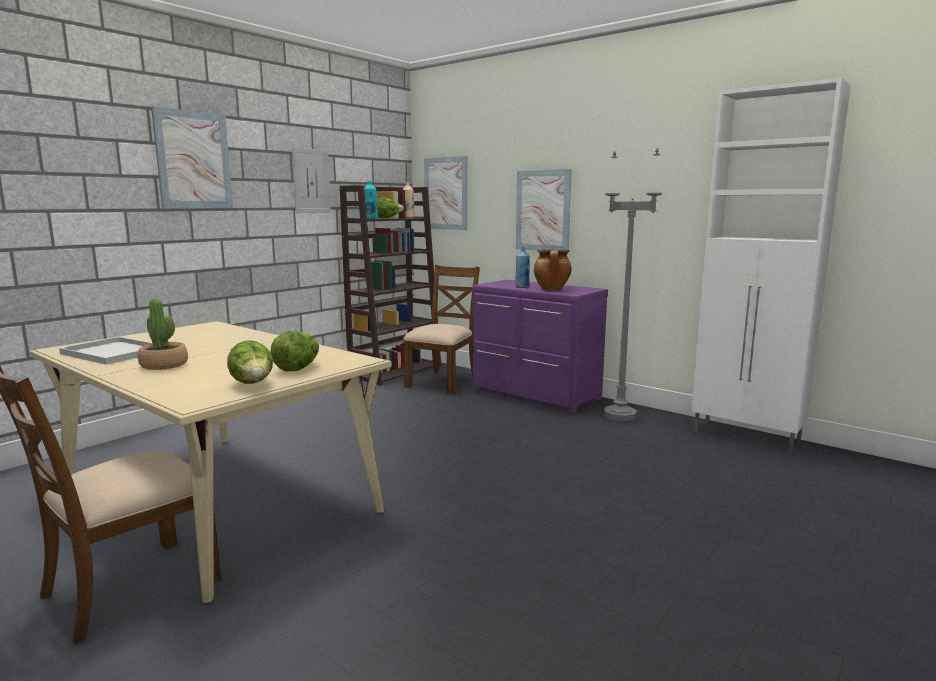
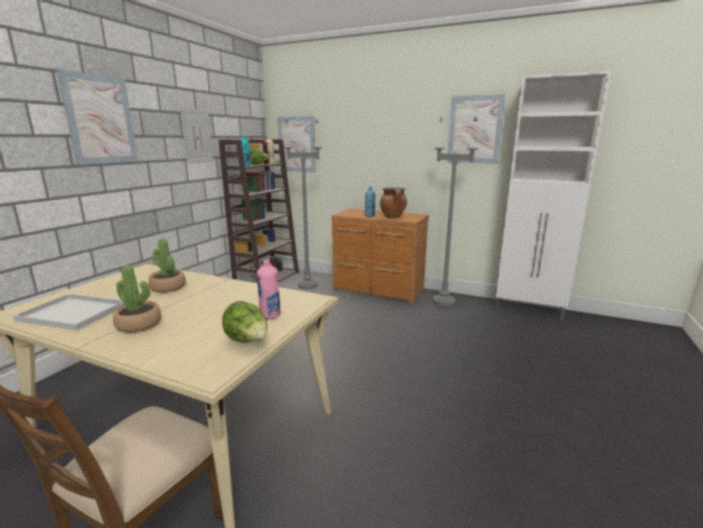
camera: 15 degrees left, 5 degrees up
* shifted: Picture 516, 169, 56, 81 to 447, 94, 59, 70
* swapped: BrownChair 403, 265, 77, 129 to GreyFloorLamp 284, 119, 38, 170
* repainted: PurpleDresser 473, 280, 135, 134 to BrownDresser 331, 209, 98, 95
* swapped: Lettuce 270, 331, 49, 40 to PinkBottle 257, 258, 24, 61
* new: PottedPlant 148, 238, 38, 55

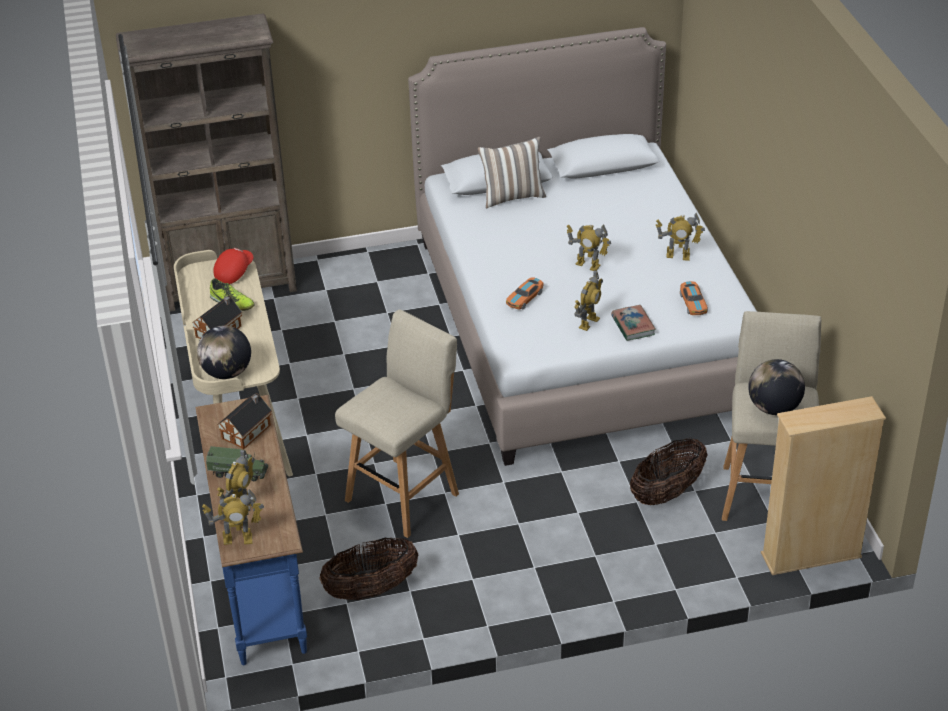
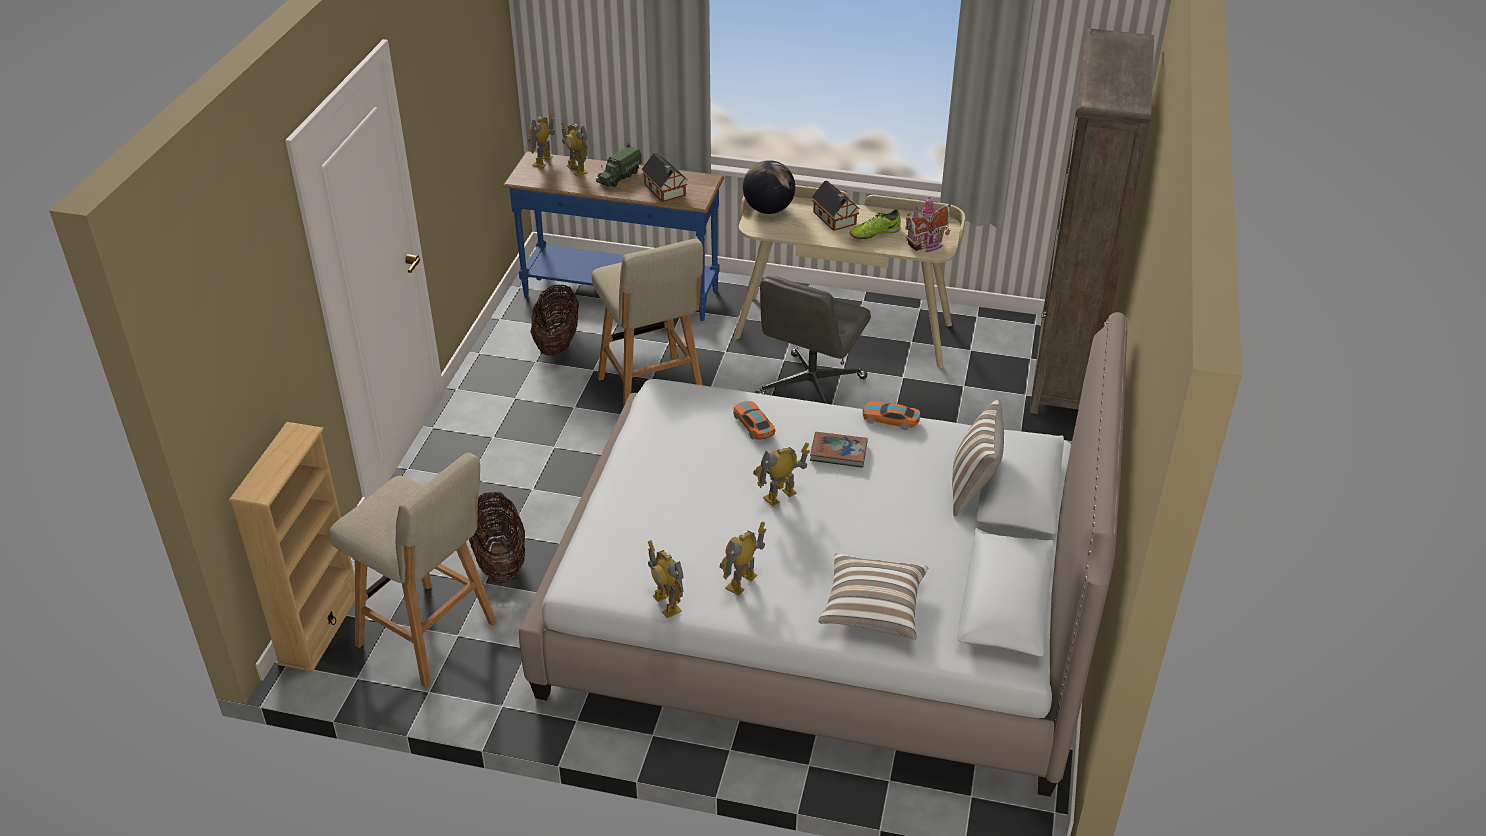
camera: 115 degrees right, 0 degrees up
* swapped: RedCap 213, 248, 40, 36 to ToyHouse 906, 197, 45, 55
* shifted: ToyRobot 574, 270, 29, 61 to 648, 540, 36, 78
* shifted: ToyCar 680, 281, 28, 34 to 863, 401, 57, 29
* shifted: Book 611, 305, 45, 36 to 810, 432, 58, 36
* gone: Globe 748, 359, 57, 56
* new: GreyOfficeChair 755, 275, 116, 129
* new: Pillow 818, 554, 110, 86

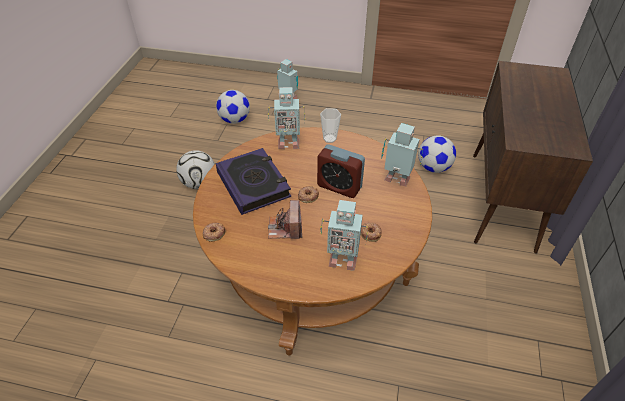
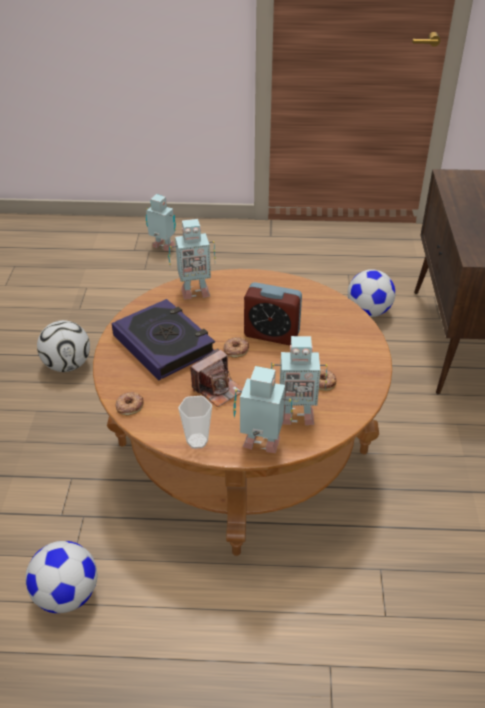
camera: 10 degrees left, 5 degrees down
* shifted: Football 216, 90, 34, 34 to 25, 541, 72, 72
* shifted: Cup 320, 108, 21, 35 to 178, 396, 34, 53
* shifted: ToyRobot 382, 123, 41, 64 to 233, 366, 60, 87
* rotated: PhotoCamera 268, 200, 34, 39 = 190, 348, 53, 59 120 degrees counterclockwise

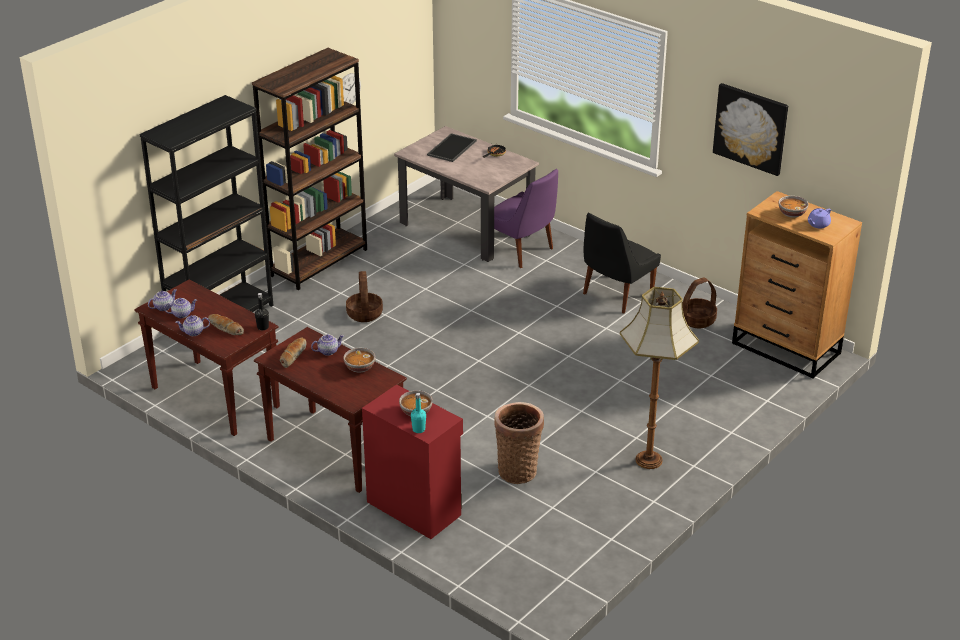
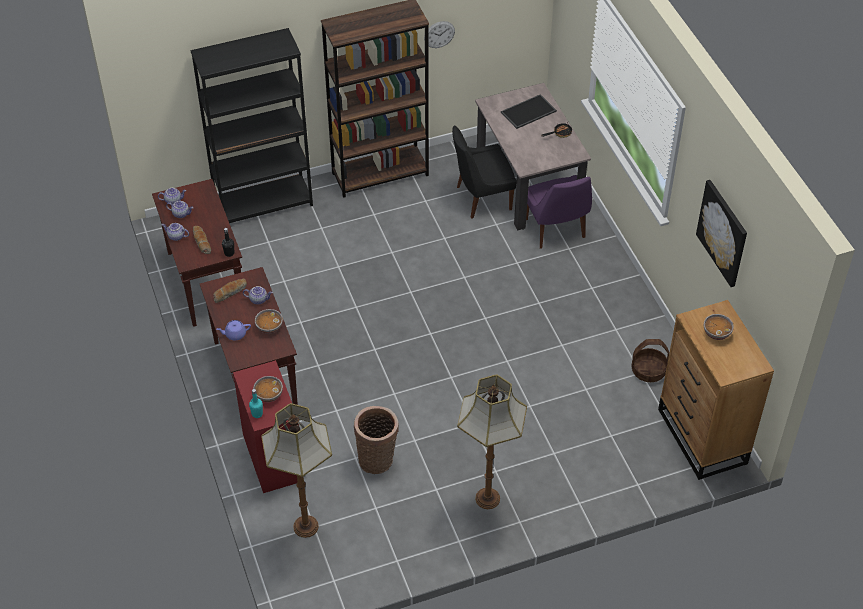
camera: 30 degrees right, 15 degrees up
* shifted: PurpleTeapot 808, 208, 23, 21 to 217, 320, 34, 20
* shifted: BlackChair 583, 213, 78, 101 to 452, 125, 65, 94
* gone: Basket 346, 271, 37, 51
* new: FloorLamp 261, 403, 71, 135

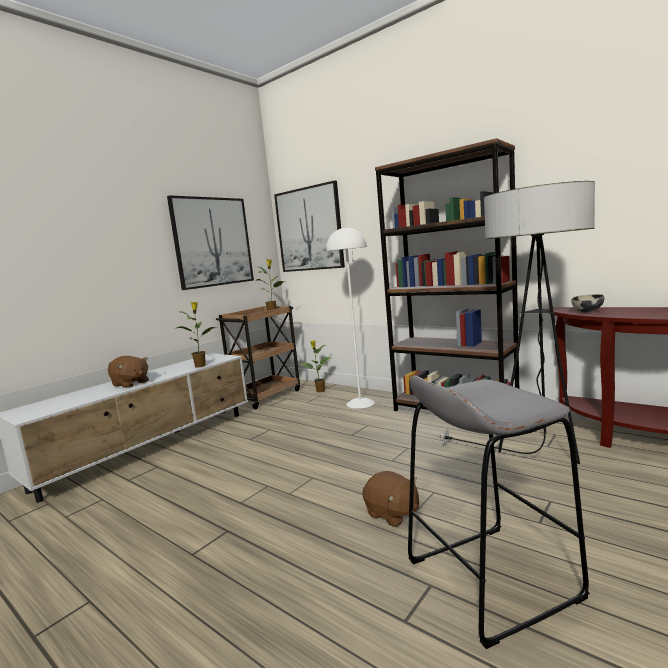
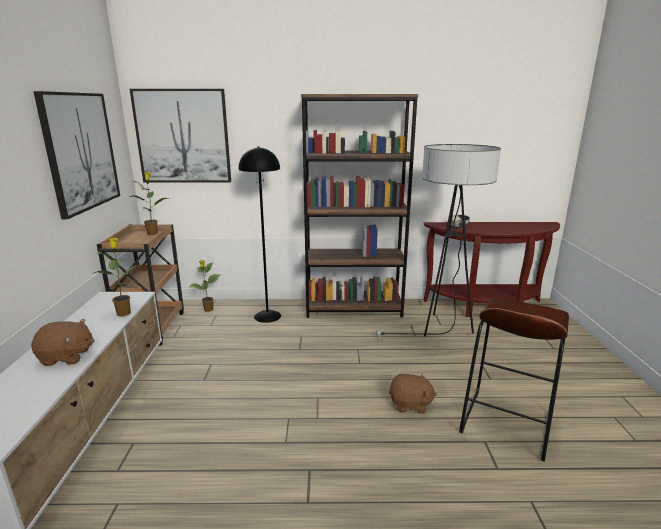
camera: 40 degrees left, 10 degrees up
* repainted: WhiteFloorLamp 326, 227, 49, 182 to BlackFloorLamp 238, 146, 43, 177
* repainted: GreyStool 408, 376, 182, 273 to BrownStool 459, 297, 110, 165

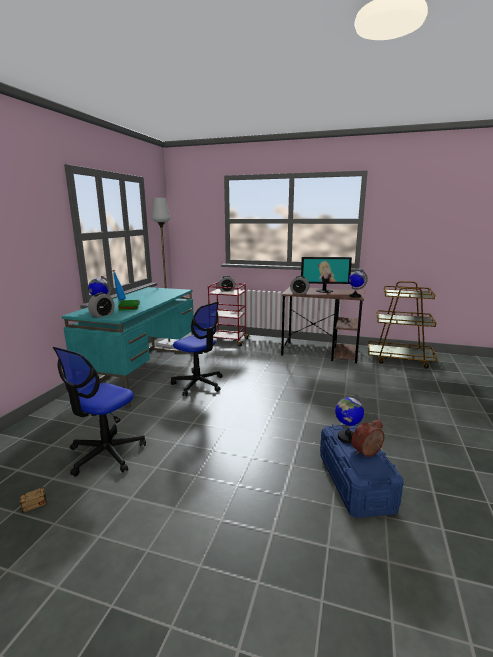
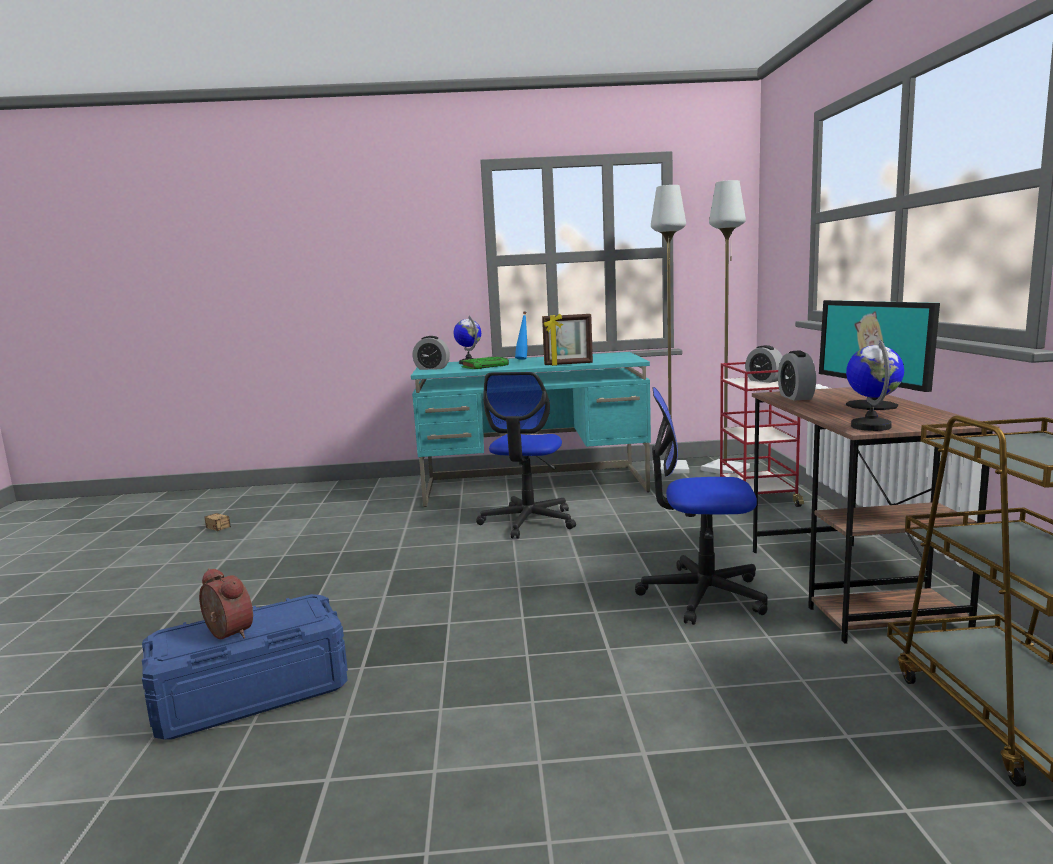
camera: 70 degrees right, 5 degrees down
* shifted: OfficeChair 53, 347, 93, 129 to 635, 387, 133, 238
* gone: Globe 335, 394, 29, 50
* new: GreyFloorLamp 701, 180, 49, 294
* new: PictureFrame 542, 314, 51, 52

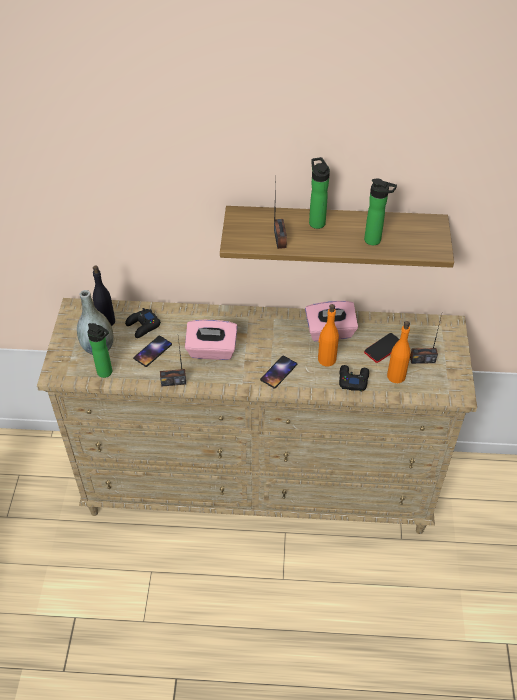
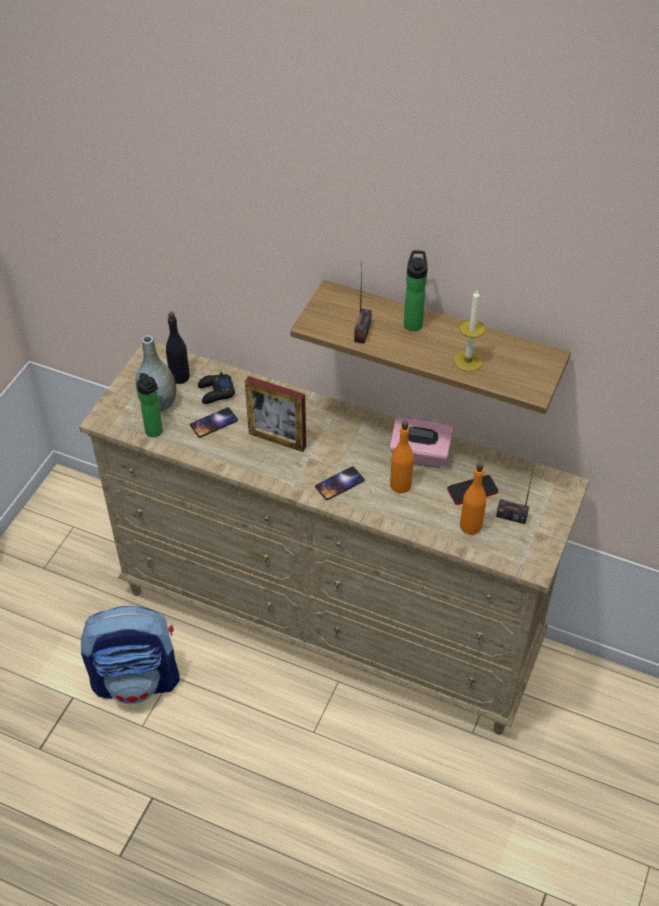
camera: 20 degrees right, 0 degrees up
* swapped: Bottle 364, 178, 33, 67 to Candle 453, 290, 32, 82
* swapped: PinkTissueBox 185, 320, 52, 40 to PictureFrame 245, 376, 61, 76
* gone: Radio 160, 338, 26, 49
* gone: BlackGameController 339, 365, 30, 26
* new: Backpack 80, 606, 99, 98

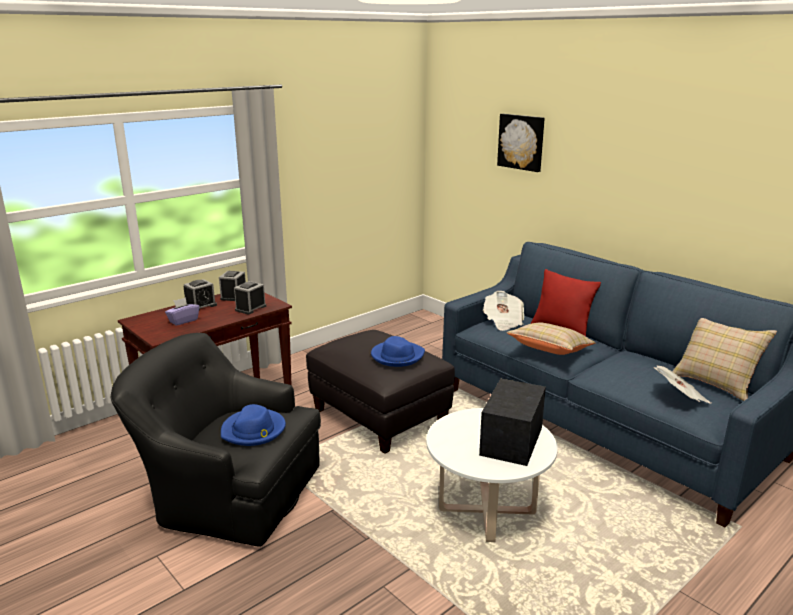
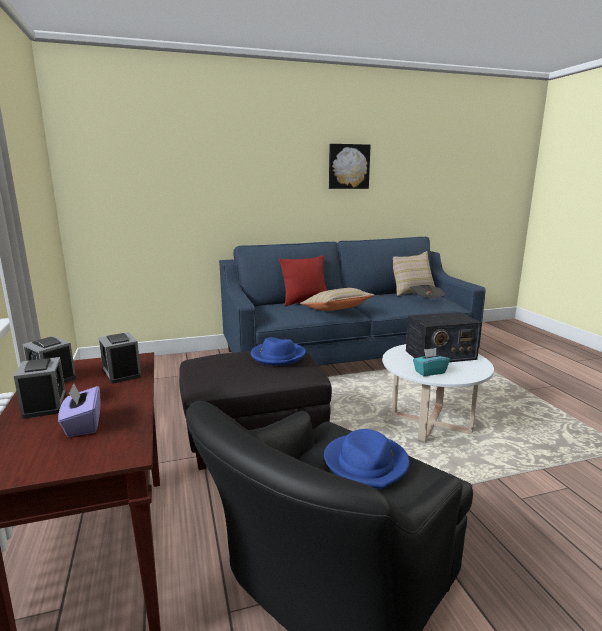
camera: 65 degrees left, 5 degrees down
* shifted: Picture 497, 114, 48, 58 to 329, 144, 42, 45
* gone: Newspaper 483, 291, 41, 40
* rotated: Radio 479, 379, 67, 87 = 406, 312, 76, 50 60 degrees counterclockwise
* new: TurquoiseTissueBox 413, 348, 37, 28

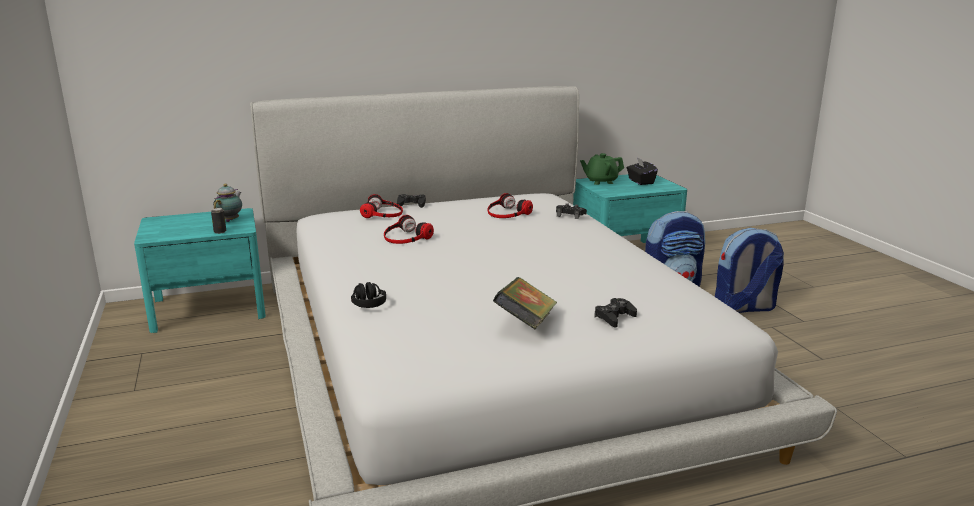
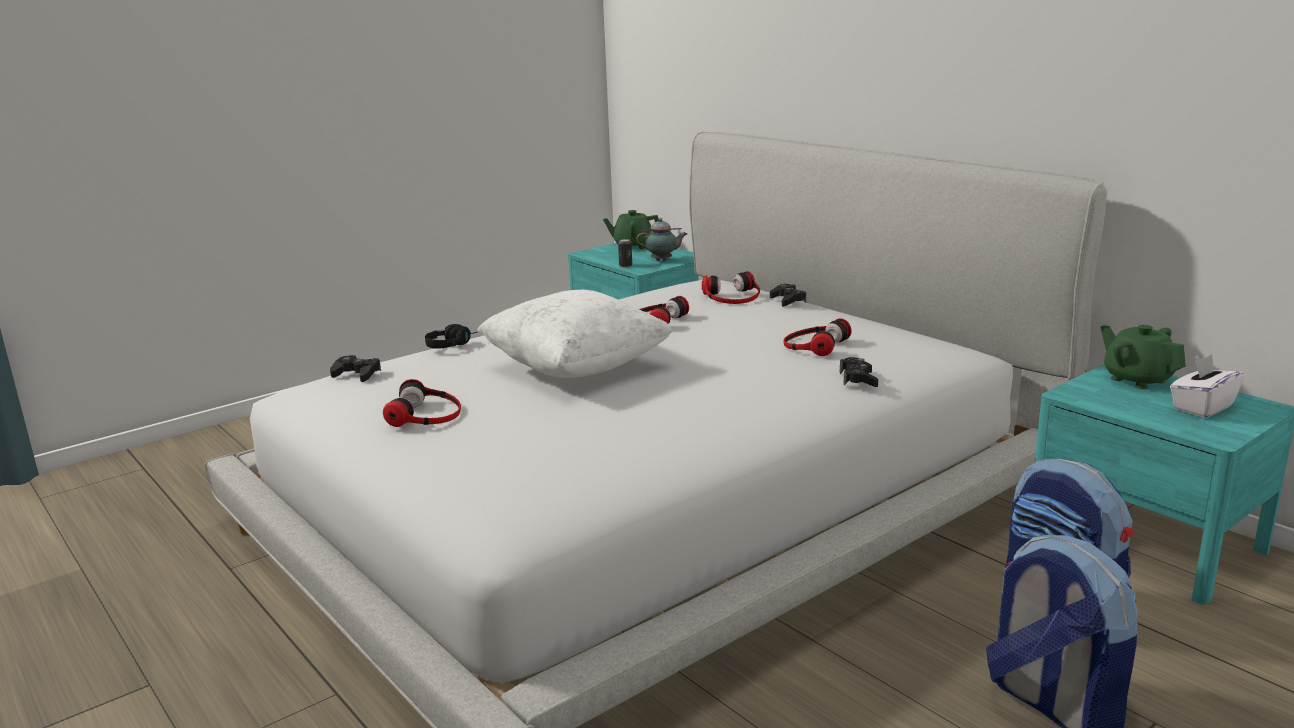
camera: 70 degrees right, 0 degrees up
* repainted: BlackTissueBox 627, 157, 31, 28 to WhiteTissueBox 1170, 354, 74, 64
* swapped: Book 493, 277, 64, 52 to Headphones 383, 379, 78, 48
* shifted: BlackGameController 594, 298, 43, 30 to 330, 355, 51, 27
* new: GreenTeapot 603, 210, 56, 39
* new: WhitePillow 477, 290, 196, 88

